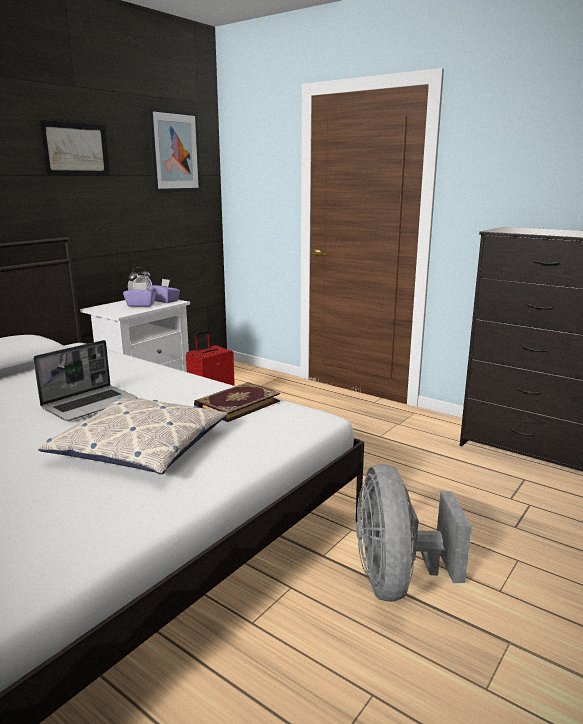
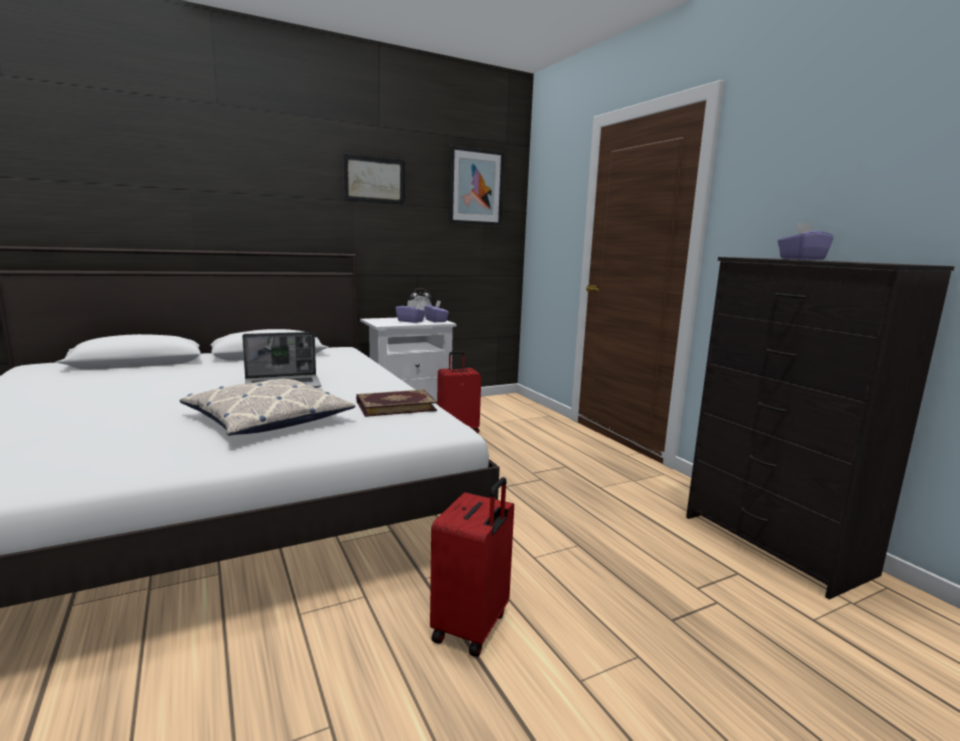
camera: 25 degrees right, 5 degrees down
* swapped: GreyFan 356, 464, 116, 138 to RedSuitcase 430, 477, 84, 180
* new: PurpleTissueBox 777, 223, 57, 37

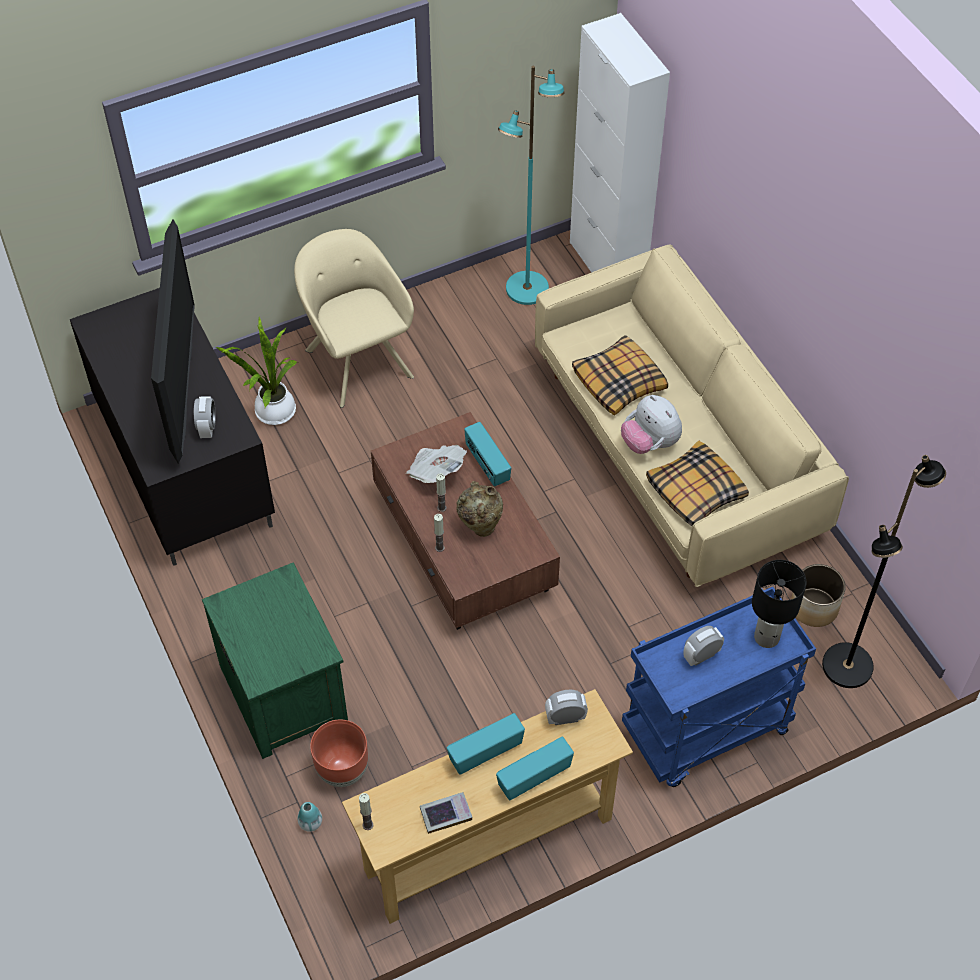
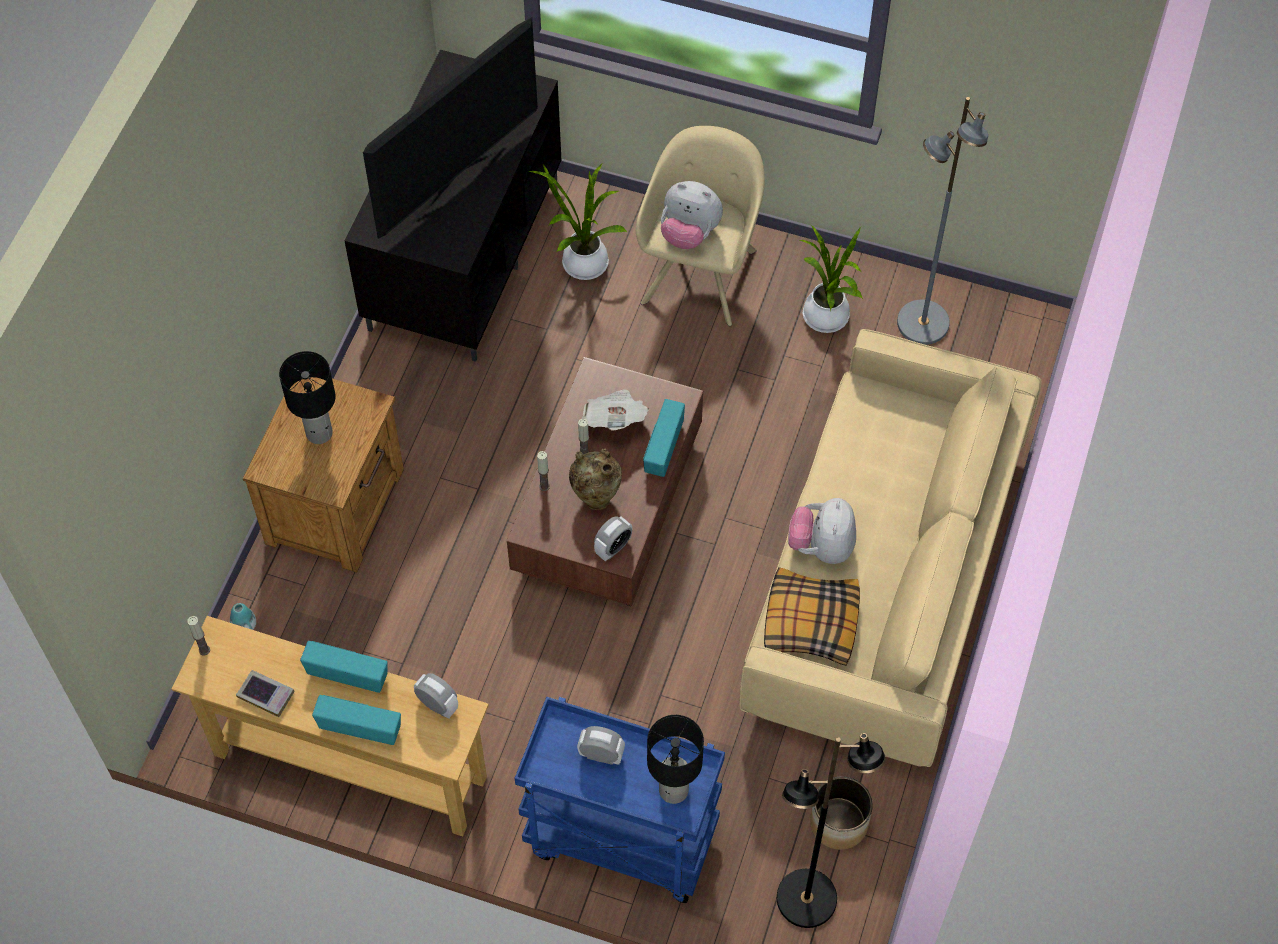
camera: 45 degrees right, 5 degrees up
* gone: WhiteCabinet 570, 13, 100, 260
* repainted: TurquoiseFloorLamp 498, 66, 67, 239 to GreyFloorLamp 897, 97, 91, 248
* gone: Pillow 572, 335, 96, 80
* shifted: AlarmClock 194, 396, 22, 42 to 594, 516, 38, 45
* repainted: GreenNightstand 202, 562, 146, 197 to BrownNightstand 243, 377, 161, 195
* gone: BrownPlanter 310, 719, 58, 68
* new: PlushToy 661, 181, 62, 68
* new: PottedPlant 797, 225, 66, 108
* new: BlackTableLamp 279, 351, 57, 93

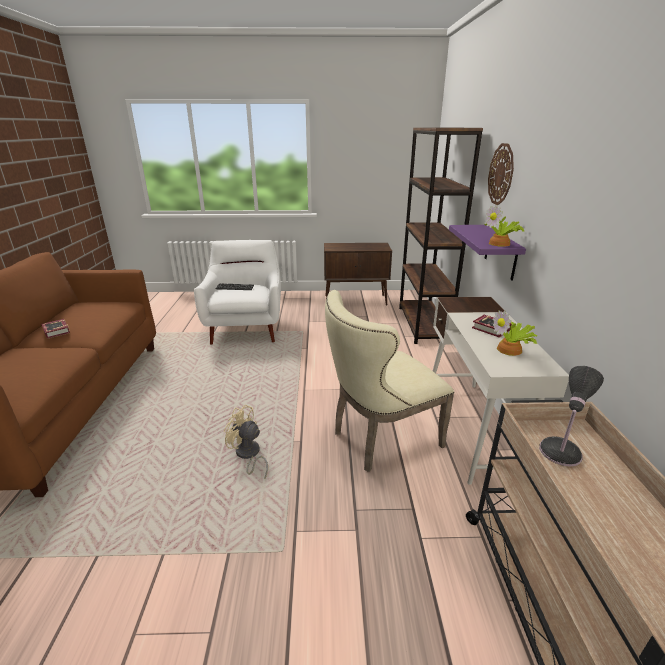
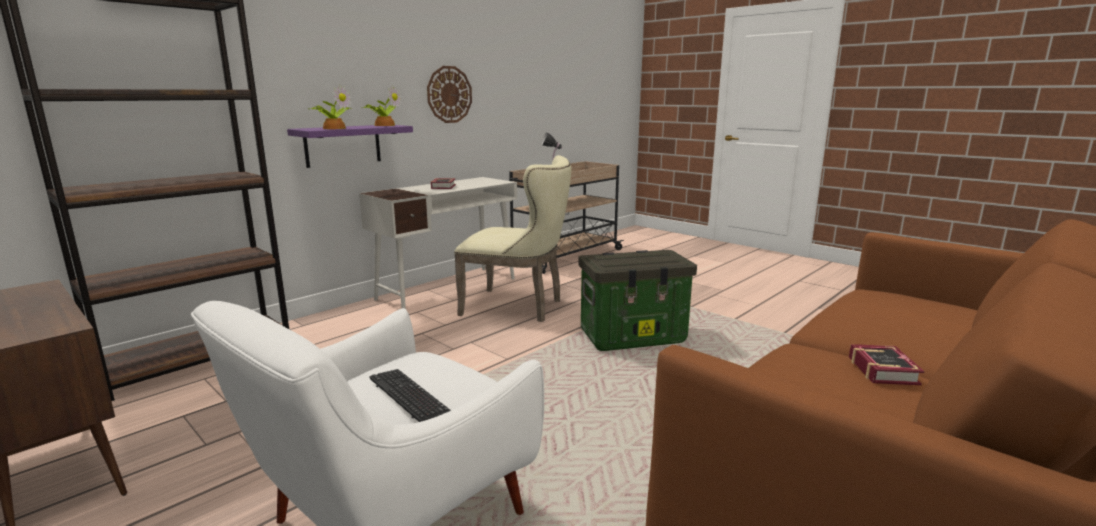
camera: 135 degrees left, 10 degrees down
* shifted: WallClock 488, 143, 26, 62 to 427, 66, 45, 57
* shifted: PottedPlant 493, 310, 45, 46 to 308, 85, 43, 44
* swapped: BeigeFan 224, 405, 44, 73 to StorageBox 578, 250, 119, 101

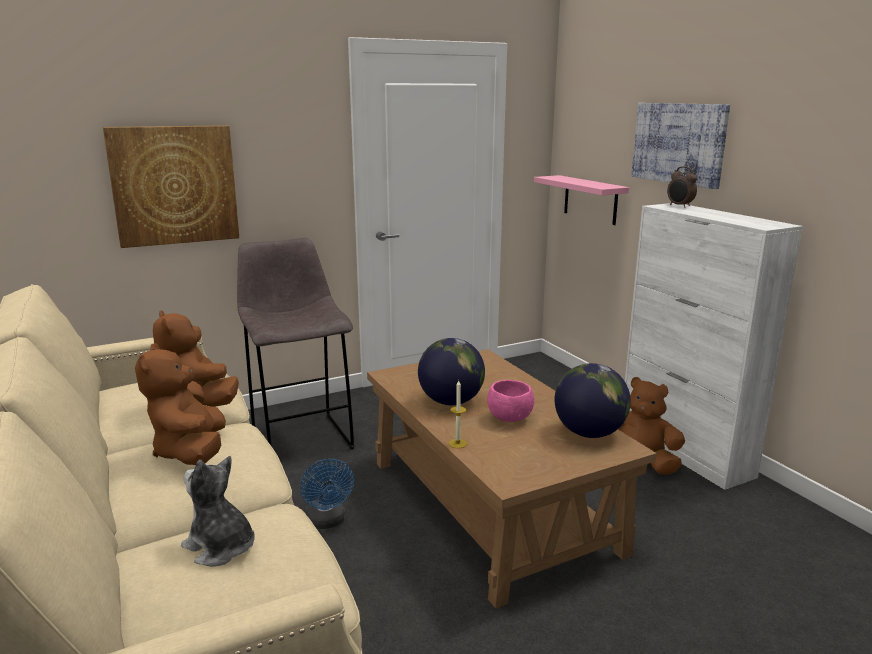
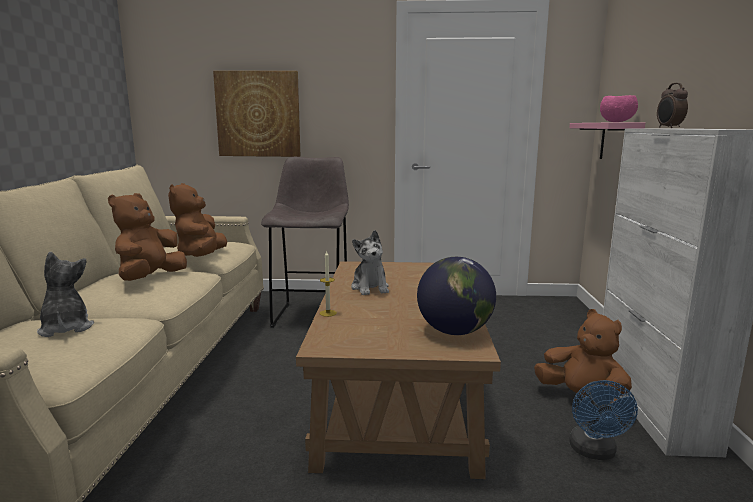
camera: 30 degrees right, 5 degrees down
* gone: Picture 631, 103, 99, 86
* swapped: Globe 418, 338, 67, 67 to PlushToy 351, 230, 38, 65
* shifted: PinkBowl 487, 380, 48, 42 to 600, 95, 38, 27
* shifted: BlueFan 300, 459, 54, 70 to 569, 380, 69, 80

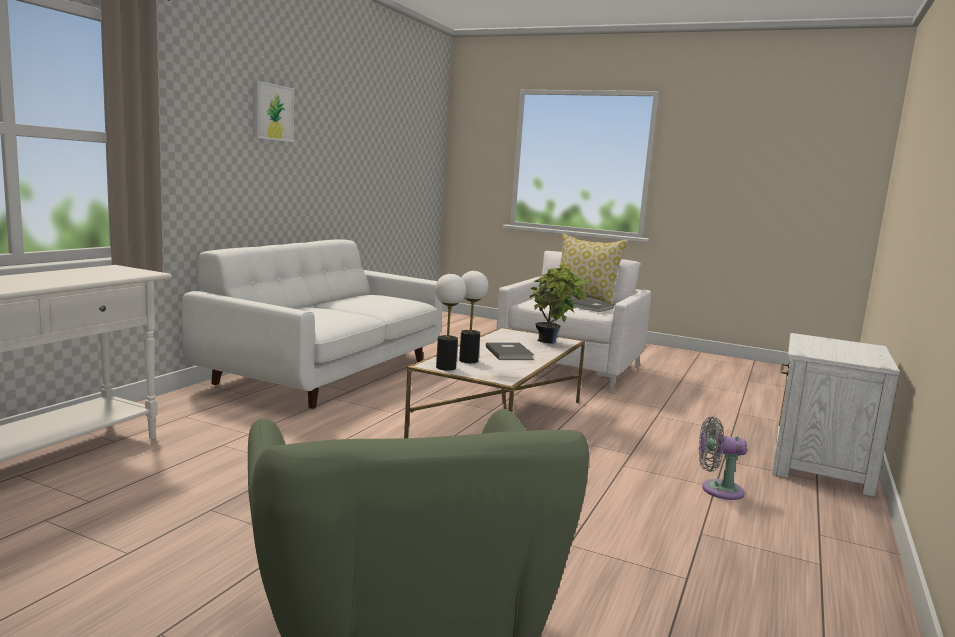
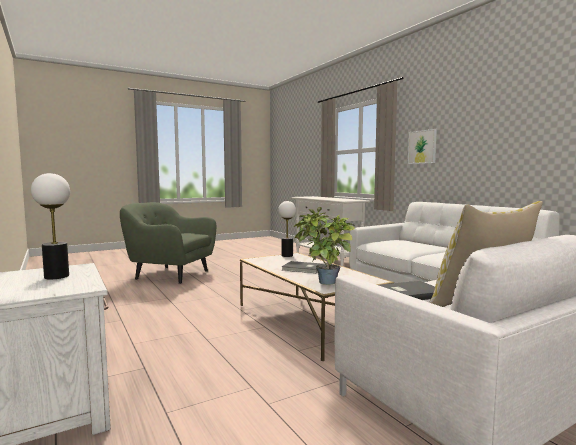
camera: 125 degrees right, 5 degrees down
* shifted: Picture 255, 81, 39, 61 to 408, 129, 29, 35
* shifted: TableLamp 459, 271, 29, 92 to 31, 173, 39, 106
* gone: GreyFan 699, 417, 48, 83

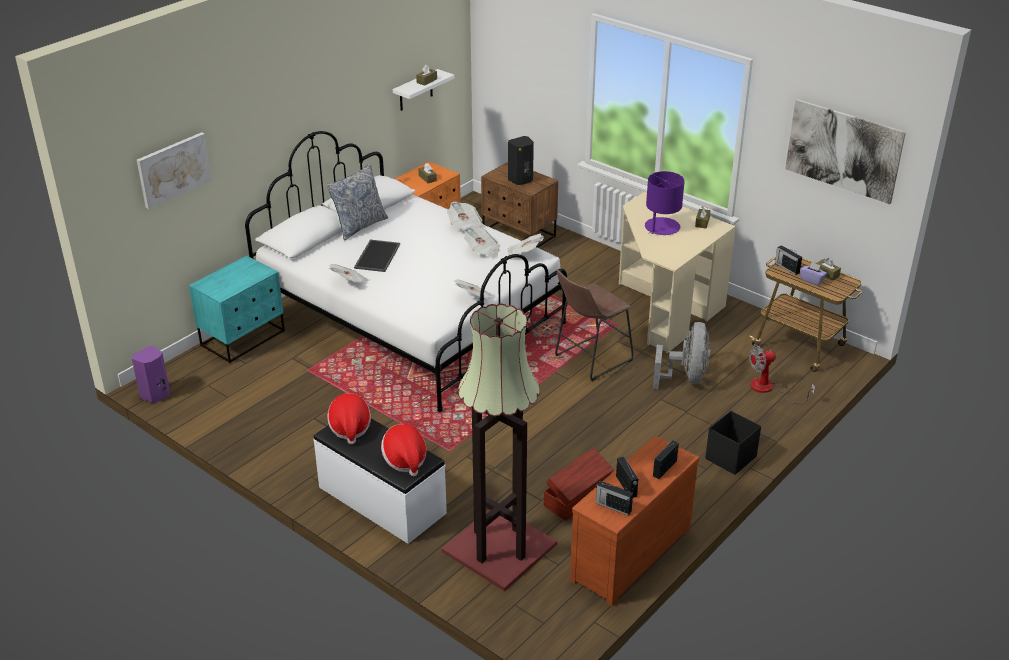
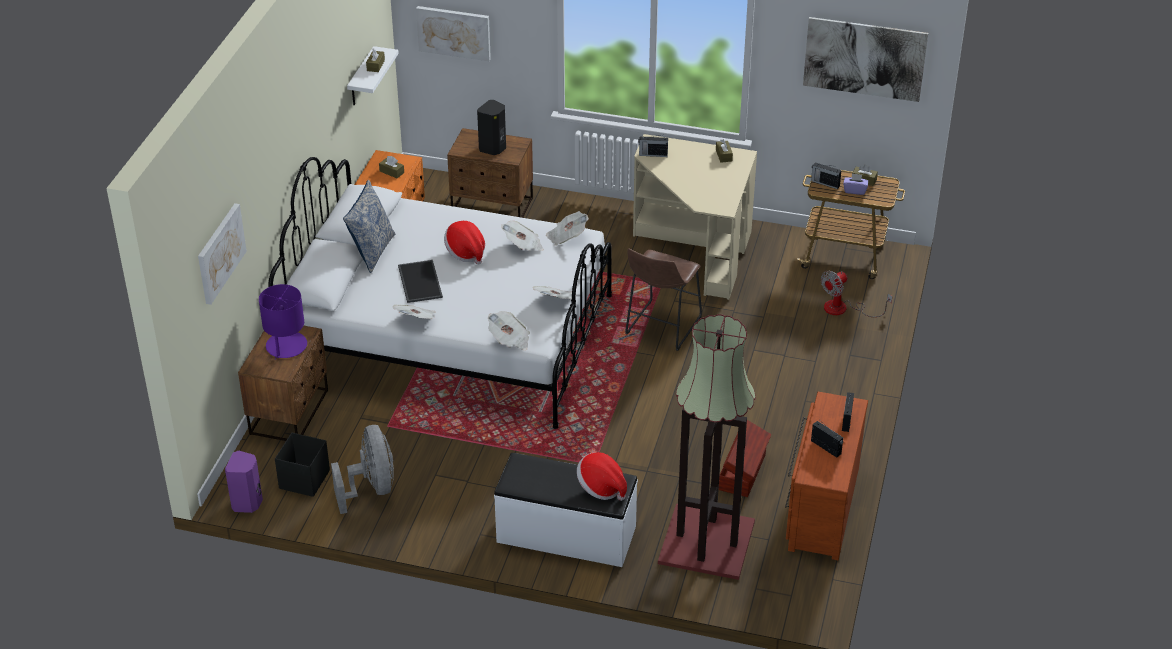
camera: 25 degrees left, 5 degrees up
* shifted: PurpleTableLamp 645, 171, 40, 64 to 259, 284, 48, 76
* shifted: Newspaper 447, 202, 37, 28 to 488, 311, 42, 39
* repainted: TurquoiseNightstand 189, 255, 96, 108 to BrownNightstand 238, 326, 90, 115
* shifted: GreyFan 653, 322, 58, 67 to 331, 425, 63, 89
* shifted: Hat 328, 393, 43, 52 to 444, 221, 41, 44
* shifted: BlackStorageBox 705, 411, 56, 64 to 275, 433, 55, 64
* shifted: Radio 596, 481, 37, 35 to 638, 135, 30, 22
* new: Picture 416, 6, 75, 55

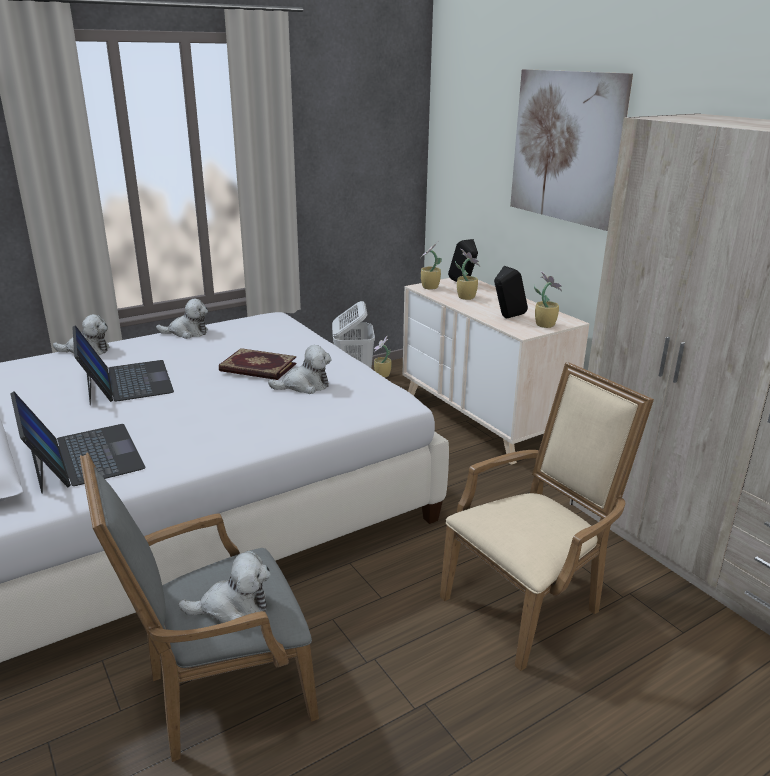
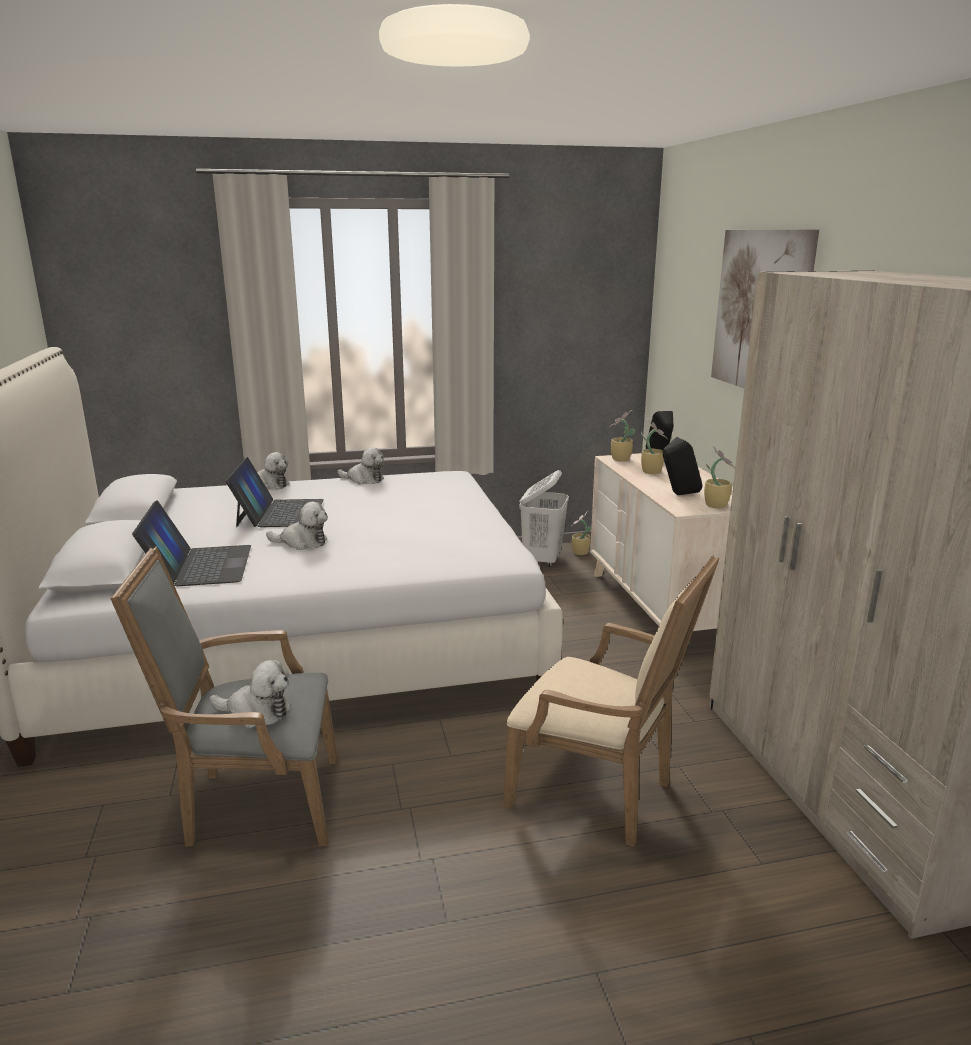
camera: 20 degrees right, 5 degrees down
* shifted: PlushToy 268, 345, 64, 49 to 266, 502, 62, 48
* gone: Book 219, 348, 78, 32
* rotated: BeigeArmchair 440, 362, 214, 309 = 503, 556, 216, 291 45 degrees clockwise

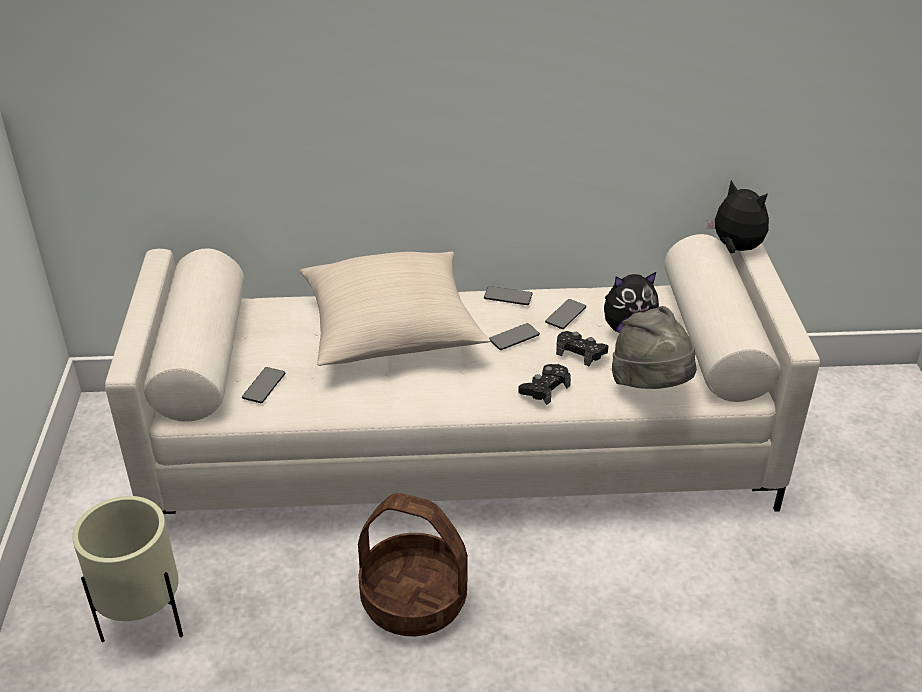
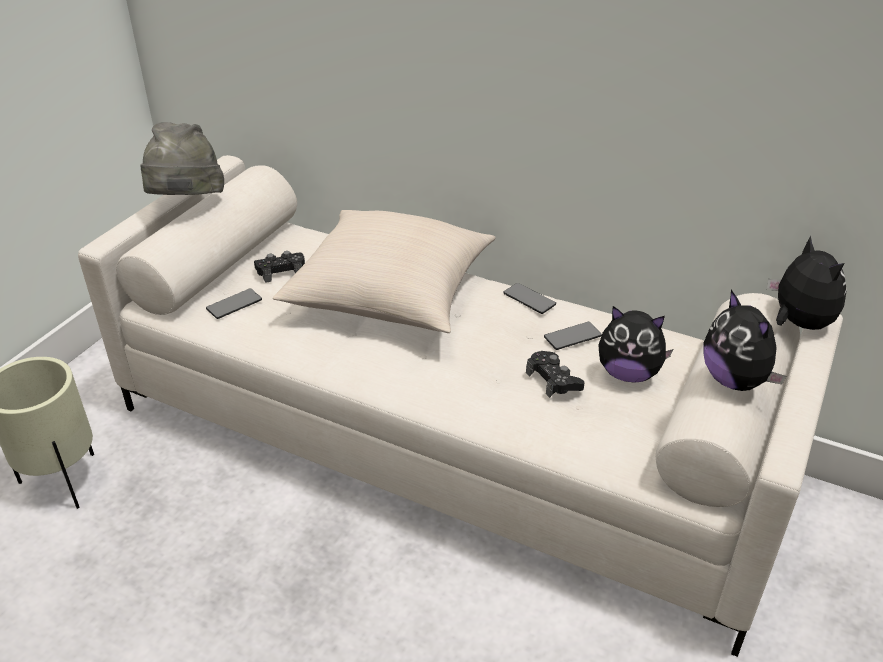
camera: 30 degrees right, 0 degrees up
* shifted: GreyHat 612, 306, 85, 83 to 140, 122, 84, 73
* gone: Phone 489, 323, 51, 27
* shifted: BlackGameController 518, 364, 53, 41 to 254, 251, 51, 32
* gone: Basket 358, 493, 110, 143
* new: PlushToy 704, 290, 82, 101

